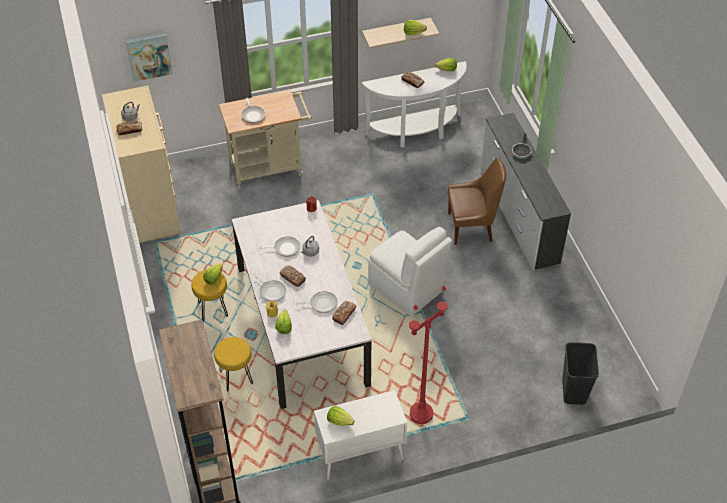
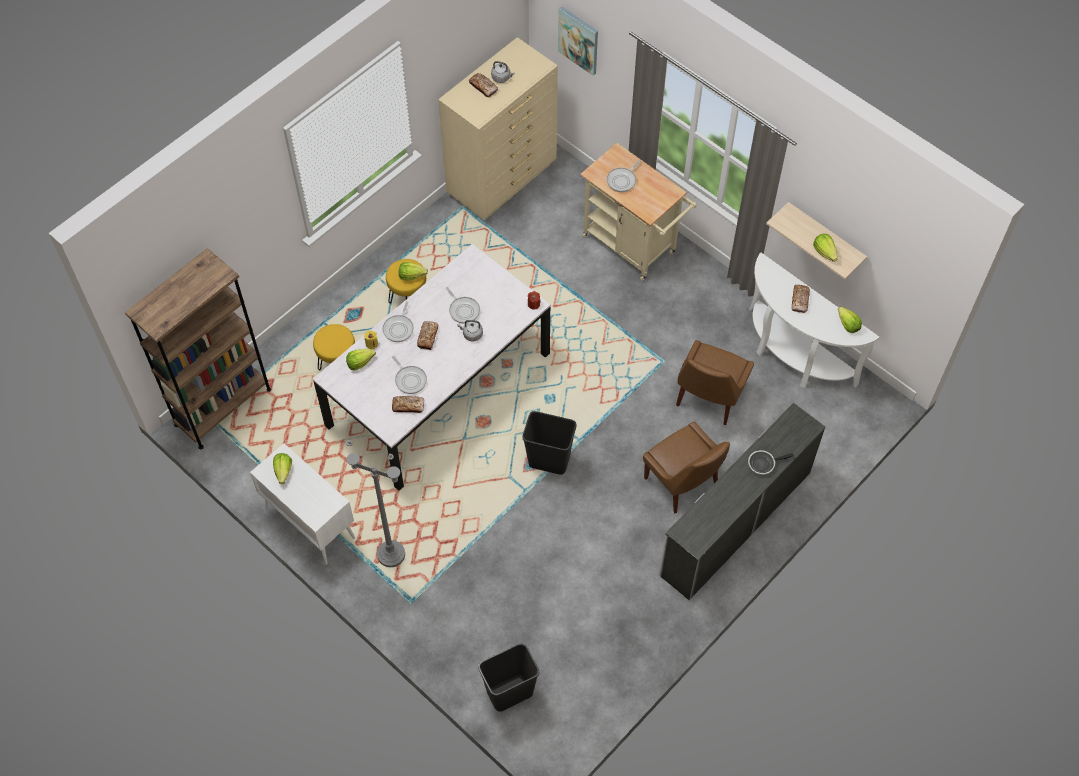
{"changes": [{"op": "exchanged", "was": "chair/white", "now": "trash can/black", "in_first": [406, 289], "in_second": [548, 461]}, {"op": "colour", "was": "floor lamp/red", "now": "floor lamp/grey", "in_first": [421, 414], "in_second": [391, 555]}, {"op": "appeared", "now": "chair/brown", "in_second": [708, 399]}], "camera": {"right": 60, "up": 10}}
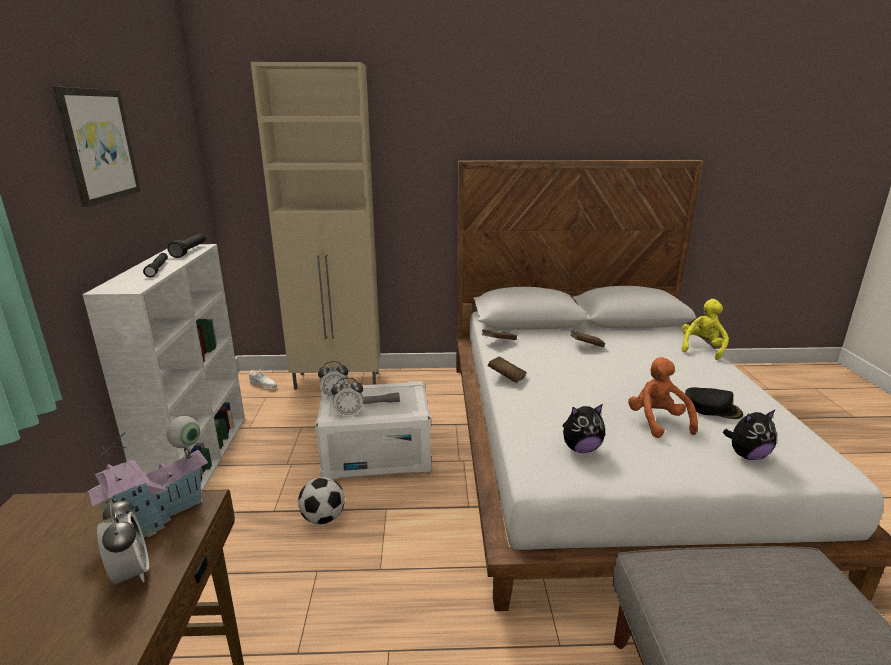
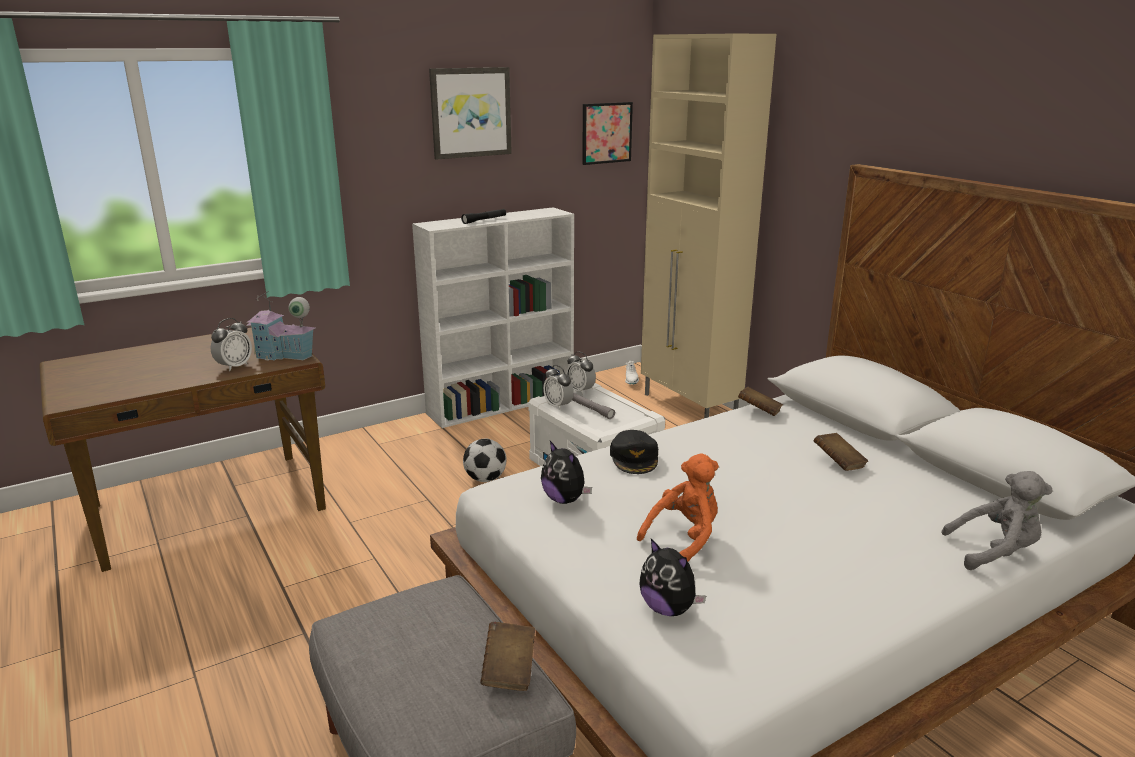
{"changes": [{"op": "missing", "was": "flashlight/black", "in_first": [190, 251]}, {"op": "relocated", "was": "book/brown", "in_first": [506, 378], "in_second": [509, 670]}, {"op": "colour", "was": "plush toy/yellow", "now": "plush toy/grey", "in_first": [702, 348], "in_second": [995, 552]}, {"op": "relocated", "was": "cap/black", "in_first": [712, 408], "in_second": [634, 458]}, {"op": "appeared", "now": "picture", "in_second": [606, 133]}], "camera": {"right": 60, "up": 0}}
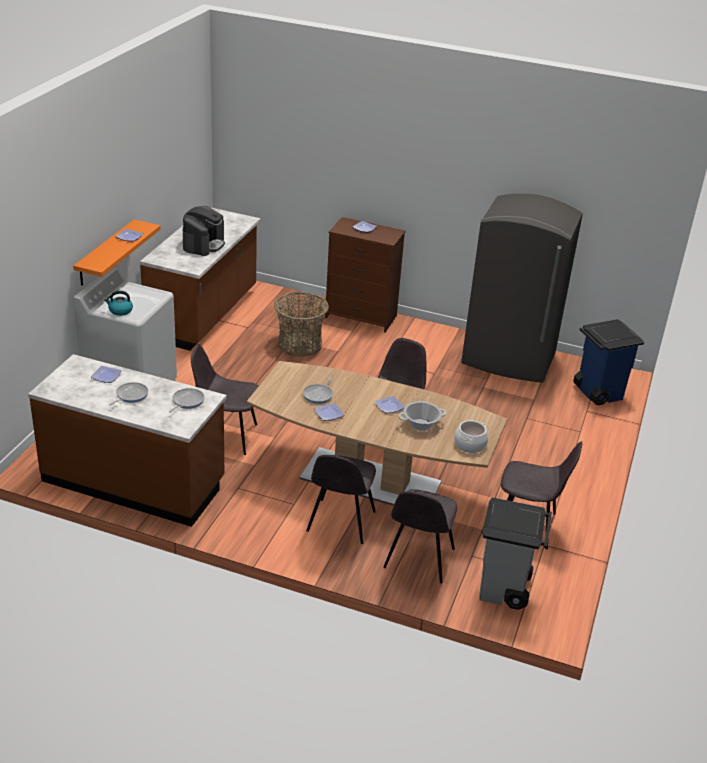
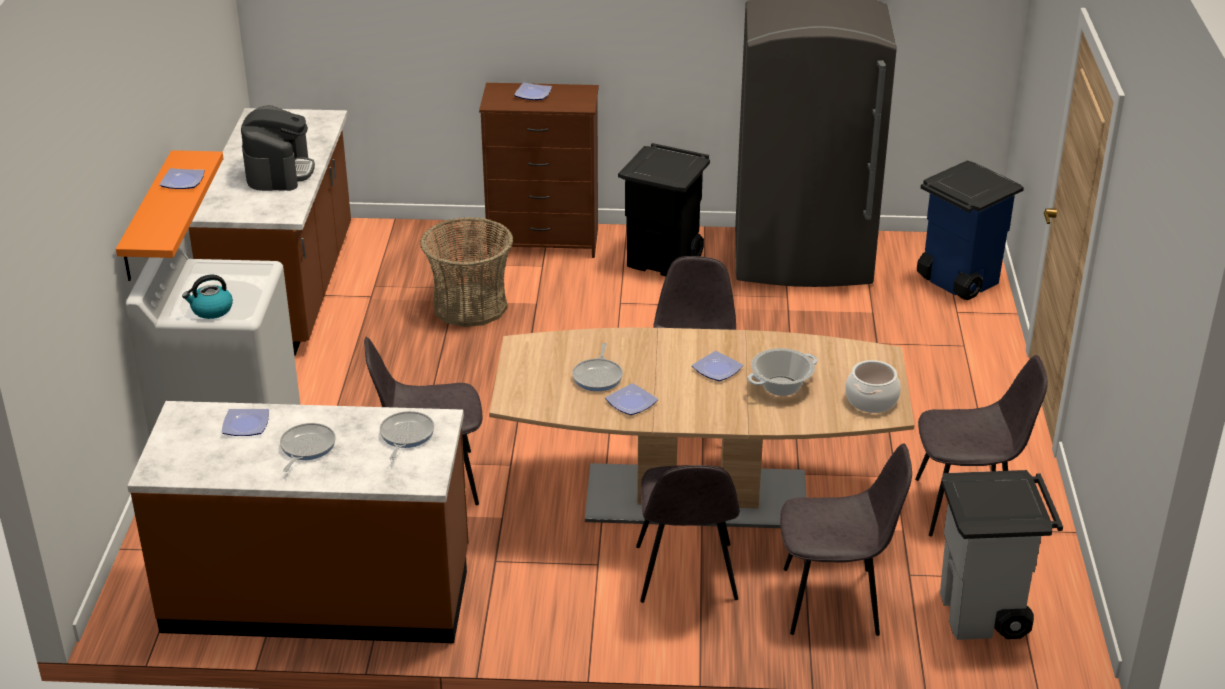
{"changes": [{"op": "spun", "was": "chair/grey", "in_first": [418, 559], "in_second": [834, 602], "clockwise": -90}, {"op": "appeared", "now": "trash can/black", "in_second": [665, 260]}], "camera": {"right": -15, "up": 0}}
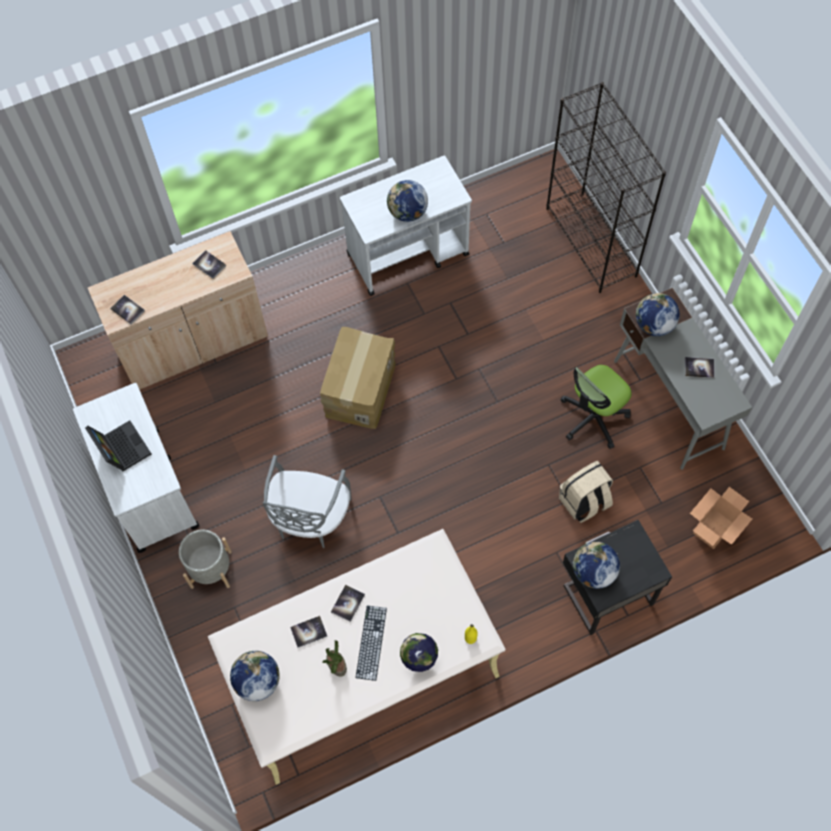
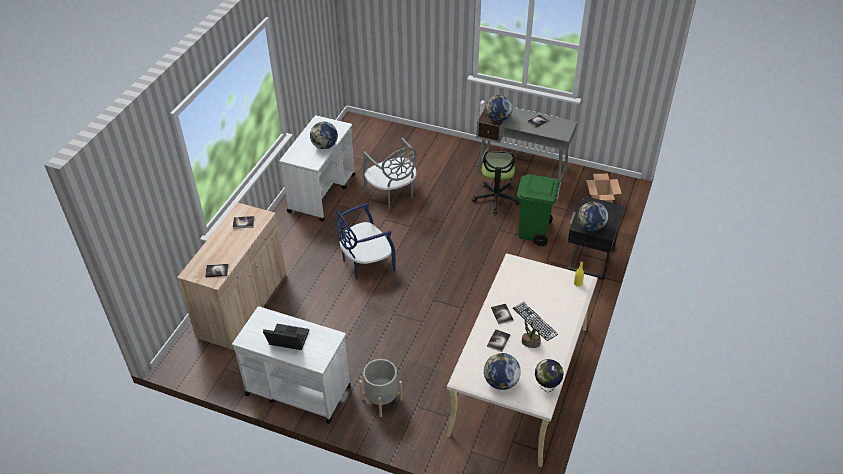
{"changes": [{"op": "relocated", "was": "chair/grey", "in_first": [310, 518], "in_second": [392, 193]}, {"op": "exchanged", "was": "cardboard box", "now": "chair/blue", "in_first": [359, 389], "in_second": [366, 263]}, {"op": "relocated", "was": "globe", "in_first": [419, 659], "in_second": [546, 386]}, {"op": "missing", "was": "bookcase/black", "in_first": [591, 242]}, {"op": "exchanged", "was": "backpack/beige", "now": "trash can/green", "in_first": [584, 502], "in_second": [534, 233]}], "camera": {"right": -45, "up": -20}}
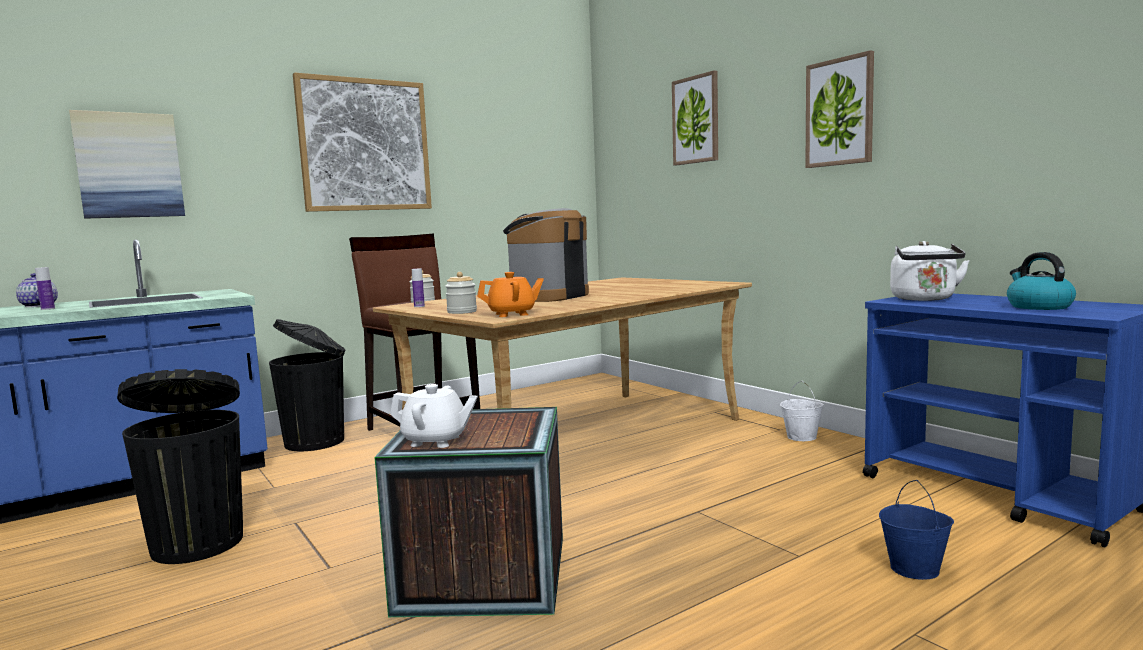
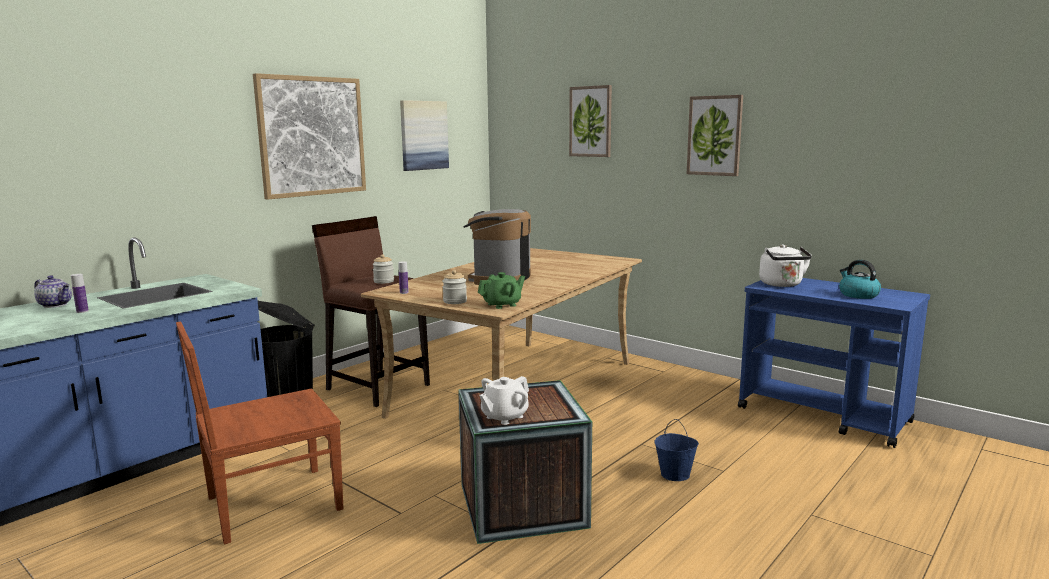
{"changes": [{"op": "relocated", "was": "picture", "in_first": [129, 165], "in_second": [423, 135]}, {"op": "exchanged", "was": "trash can/black", "now": "chair/brown", "in_first": [198, 542], "in_second": [270, 504]}, {"op": "spun", "was": "teapot/white", "in_first": [435, 441], "in_second": [504, 417], "clockwise": 135}, {"op": "colour", "was": "teapot/orange", "now": "teapot/green", "in_first": [512, 314], "in_second": [502, 305]}, {"op": "missing", "was": "bucket/white", "in_first": [802, 437]}, {"op": "relocated", "was": "bucket/blue", "in_first": [914, 569], "in_second": [675, 474]}], "camera": {"right": -15, "up": 5}}
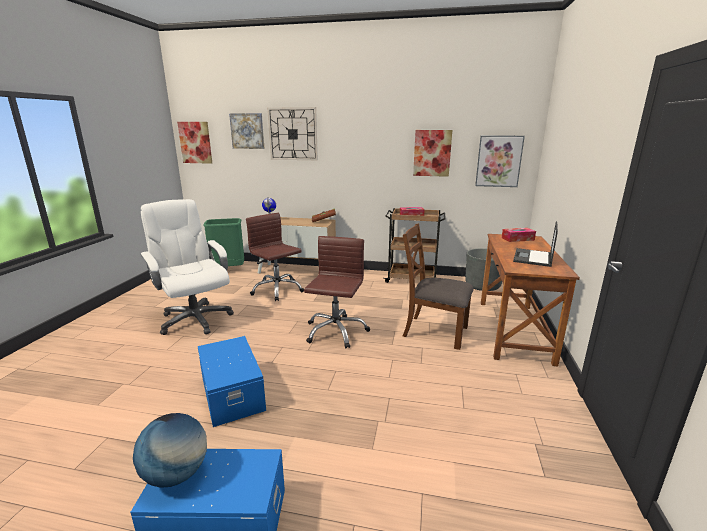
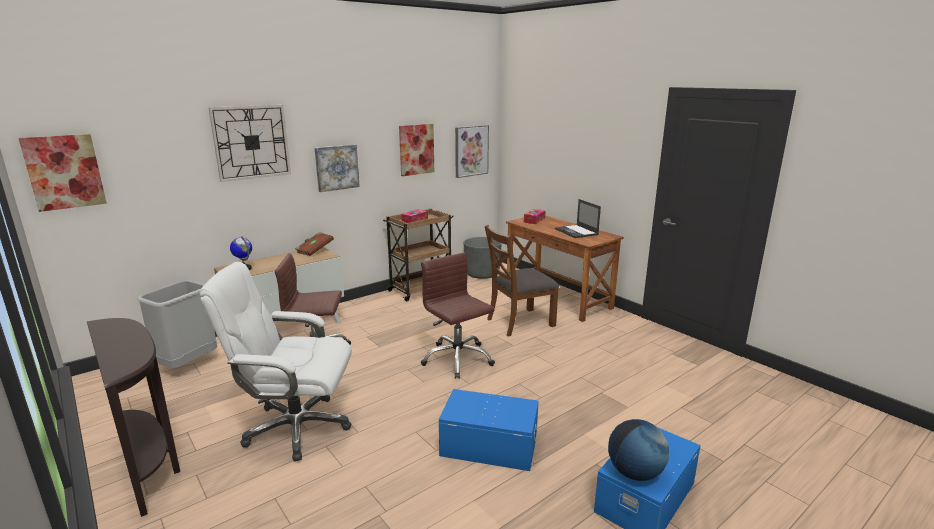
{"changes": [{"op": "colour", "was": "trash can/green", "now": "trash can/grey", "in_first": [228, 269], "in_second": [187, 364]}, {"op": "relocated", "was": "picture", "in_first": [247, 131], "in_second": [336, 167]}, {"op": "appeared", "now": "console table/brown", "in_second": [150, 464]}], "camera": {"right": -50, "up": 0}}
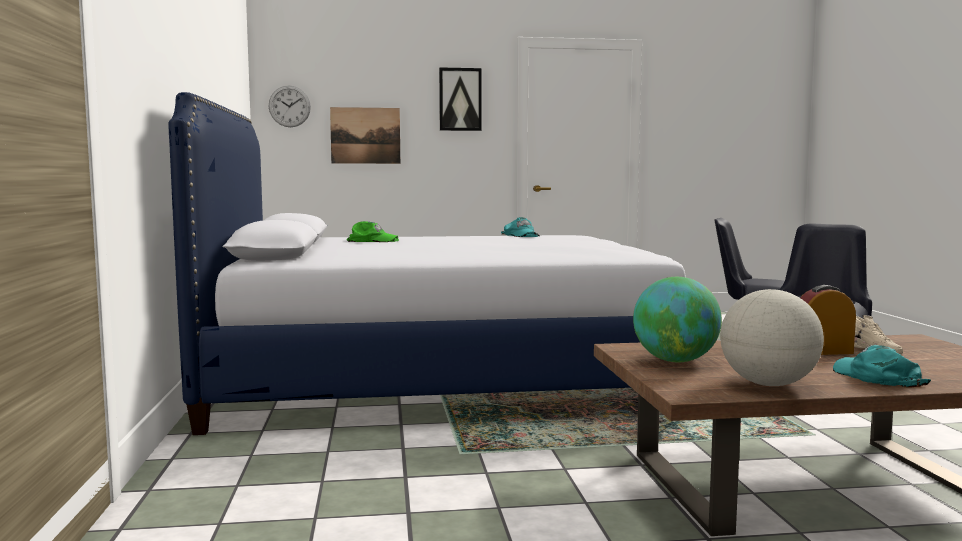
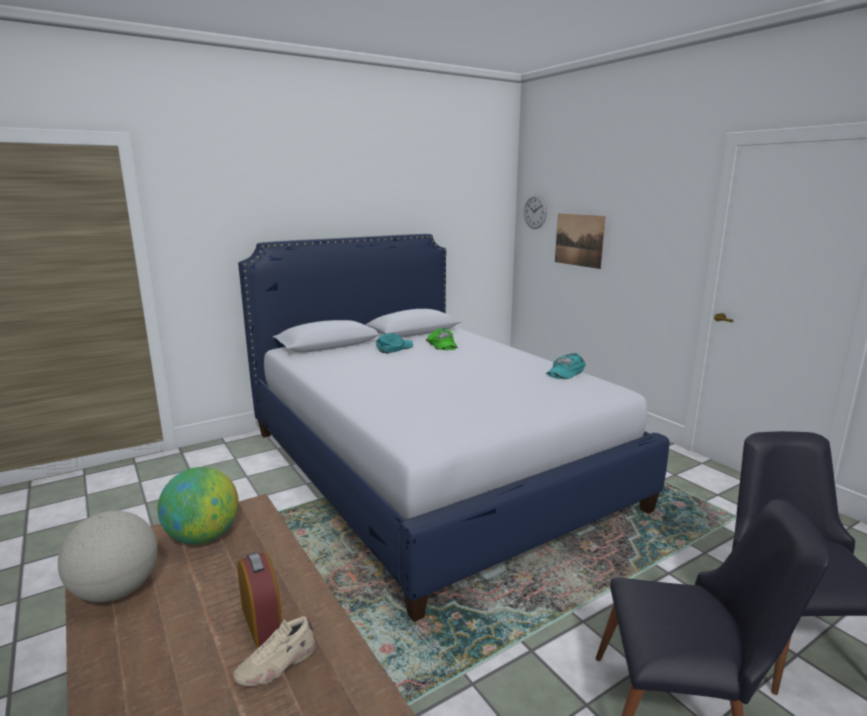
{"changes": [{"op": "missing", "was": "picture", "in_first": [460, 99]}, {"op": "relocated", "was": "cap/turquoise", "in_first": [876, 377], "in_second": [394, 348]}], "camera": {"right": 65, "up": 10}}
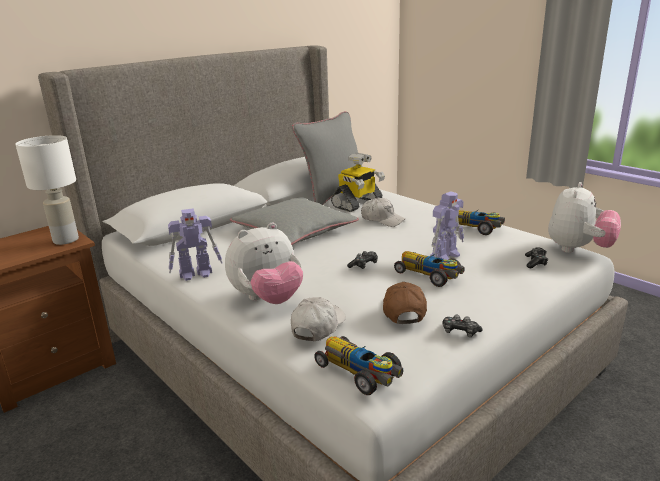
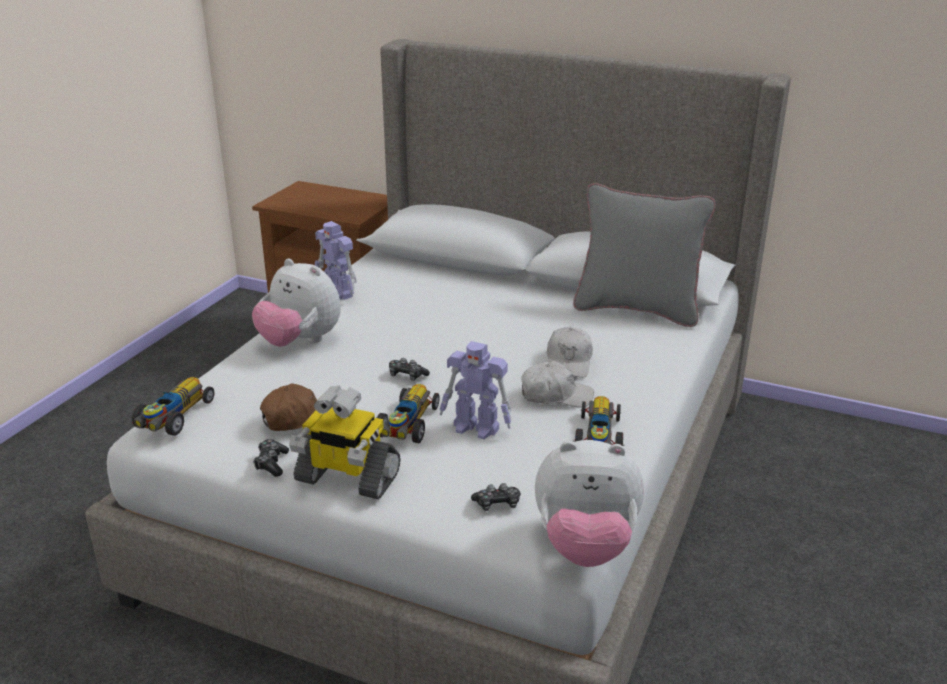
{"changes": [{"op": "missing", "was": "table lamp/white", "in_first": [66, 240]}, {"op": "missing", "was": "pillow/grey", "in_first": [294, 230]}, {"op": "relocated", "was": "cap/white", "in_first": [317, 326], "in_second": [555, 395]}, {"op": "relocated", "was": "toy robot", "in_first": [357, 204], "in_second": [346, 478]}], "camera": {"right": 65, "up": 5}}
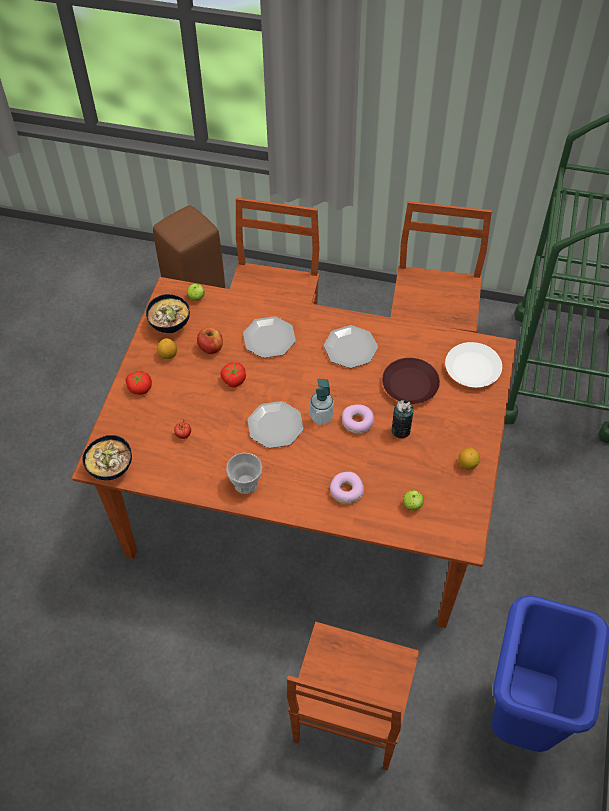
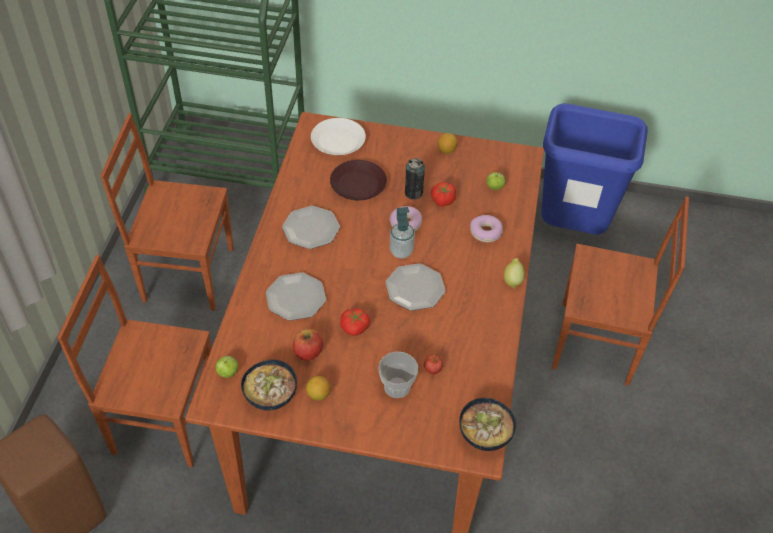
{"changes": [{"op": "relocated", "was": "tomato", "in_first": [140, 387], "in_second": [442, 200]}, {"op": "relocated", "was": "cup", "in_first": [246, 483], "in_second": [397, 387]}, {"op": "appeared", "now": "lemon", "in_second": [512, 280]}], "camera": {"right": -95, "up": -5}}
